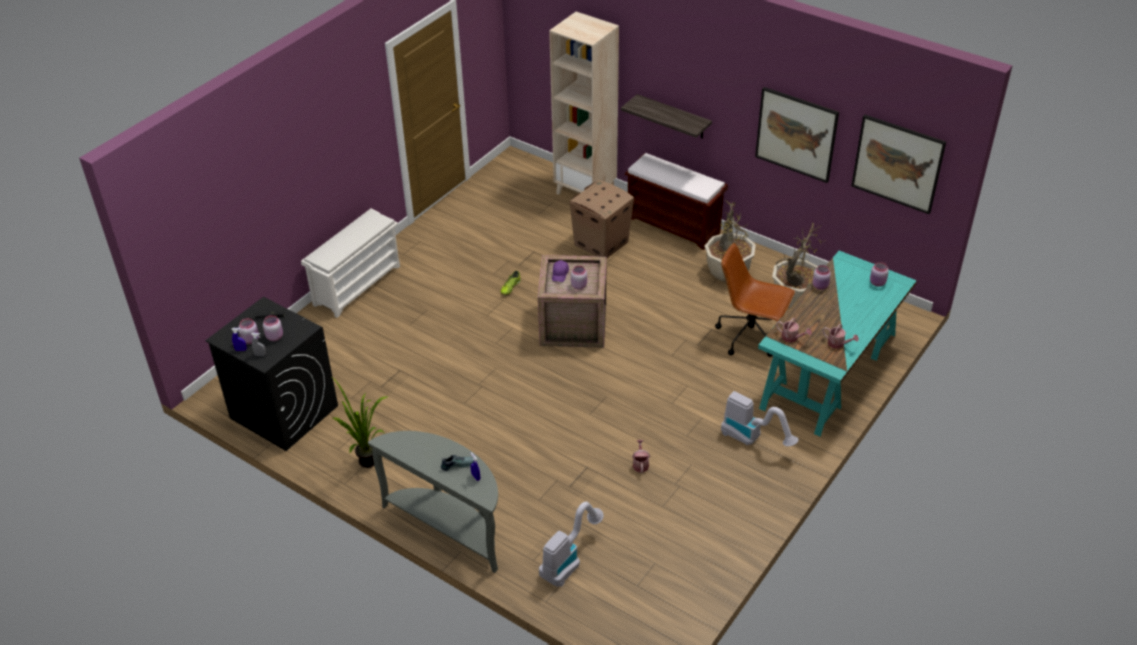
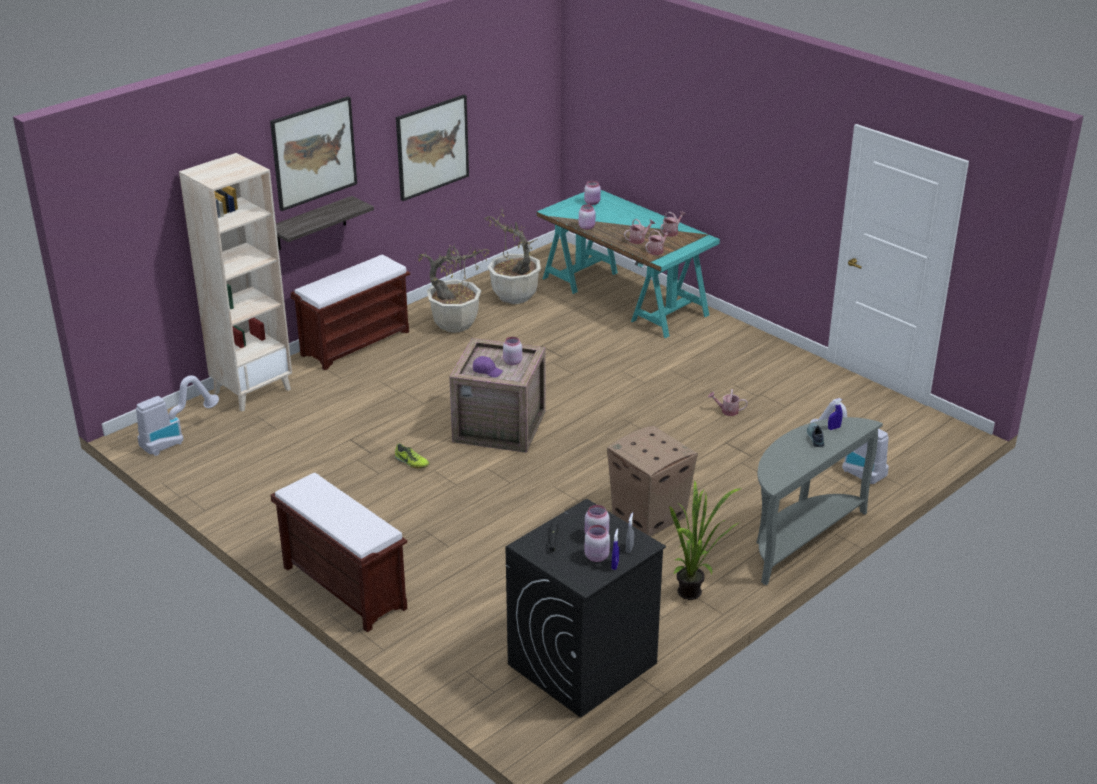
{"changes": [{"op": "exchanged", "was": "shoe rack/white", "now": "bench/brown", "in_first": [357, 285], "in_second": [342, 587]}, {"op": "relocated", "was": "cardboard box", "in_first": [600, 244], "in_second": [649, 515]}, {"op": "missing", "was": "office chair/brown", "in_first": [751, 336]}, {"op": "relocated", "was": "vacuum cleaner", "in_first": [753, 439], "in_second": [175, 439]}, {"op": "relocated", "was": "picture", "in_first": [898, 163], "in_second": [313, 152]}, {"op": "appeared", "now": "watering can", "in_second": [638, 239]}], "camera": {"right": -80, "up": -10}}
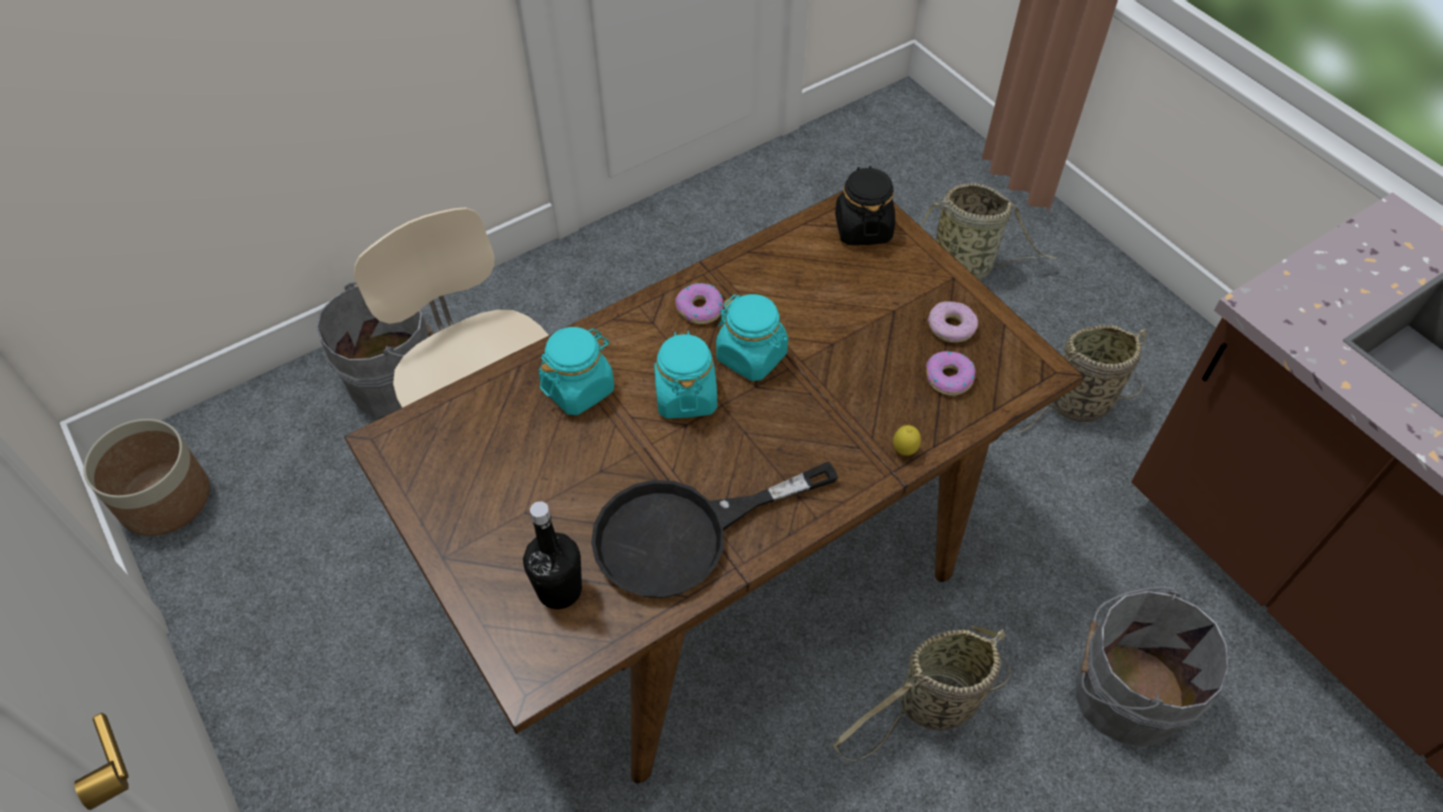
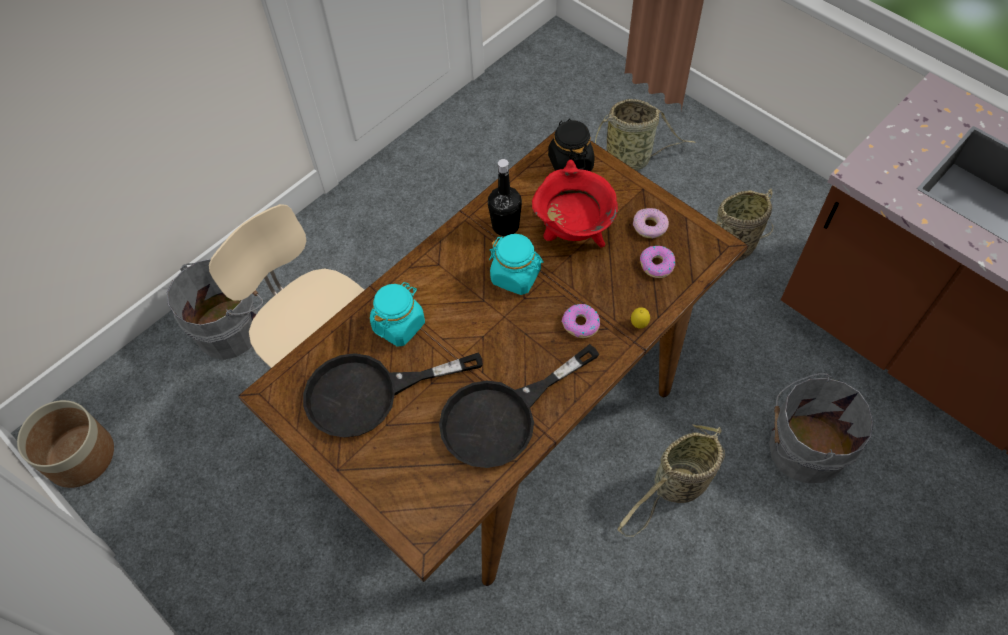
{"changes": [{"op": "relocated", "was": "bottle/black", "in_first": [559, 590], "in_second": [505, 226]}, {"op": "missing", "was": "jar/turquoise", "in_first": [685, 396]}, {"op": "relocated", "was": "donut", "in_first": [699, 308], "in_second": [580, 324]}, {"op": "appeared", "now": "frying pan/black", "in_second": [369, 394]}, {"op": "appeared", "now": "cooking pot/red", "in_second": [573, 234]}], "camera": {"right": -10, "up": 5}}
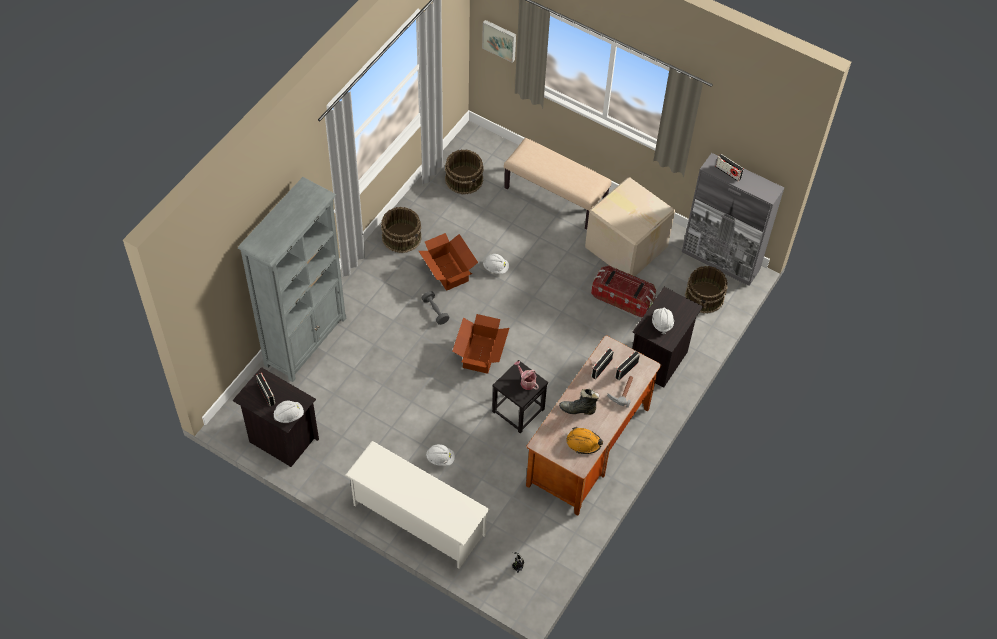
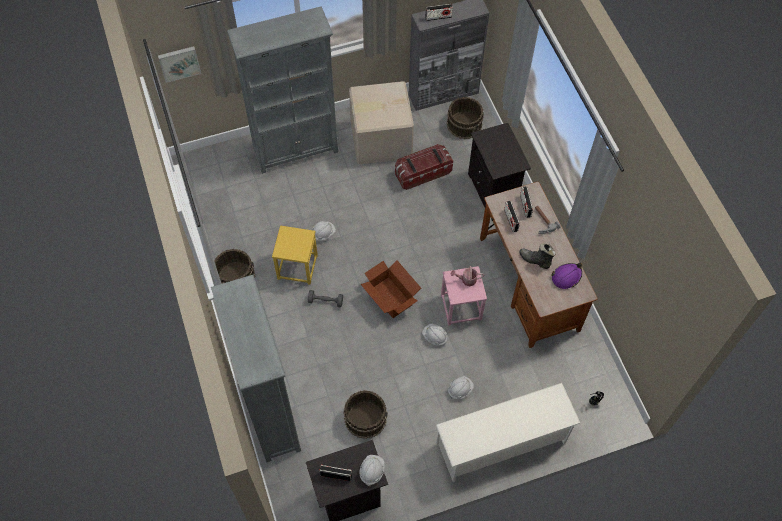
{"changes": [{"op": "exchanged", "was": "cardboard box", "now": "stool/yellow", "in_first": [448, 271], "in_second": [297, 267]}, {"op": "relocated", "was": "bucket/brown", "in_first": [464, 179], "in_second": [365, 418]}, {"op": "colour", "was": "stool/black", "now": "stool/pink", "in_first": [518, 410], "in_second": [460, 307]}, {"op": "exchanged", "was": "bench/beige", "now": "bookcase/grey", "in_first": [555, 197], "in_second": [296, 150]}, {"op": "spun", "was": "boot/black", "in_first": [578, 409], "in_second": [535, 260], "clockwise": 75}, {"op": "colour", "was": "hard hat/orange", "now": "hard hat/purple", "in_first": [583, 442], "in_second": [566, 277]}, {"op": "relocated", "was": "hard hat/white", "in_first": [662, 323], "in_second": [434, 337]}], "camera": {"right": -50, "up": 5}}
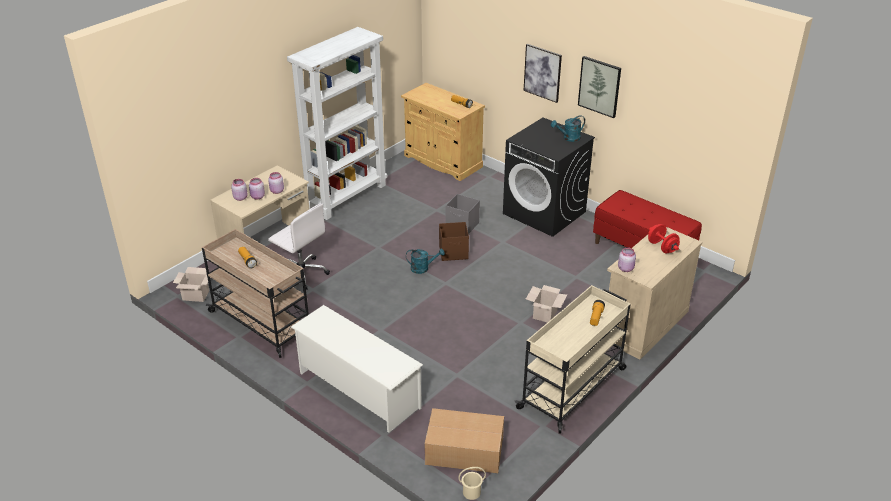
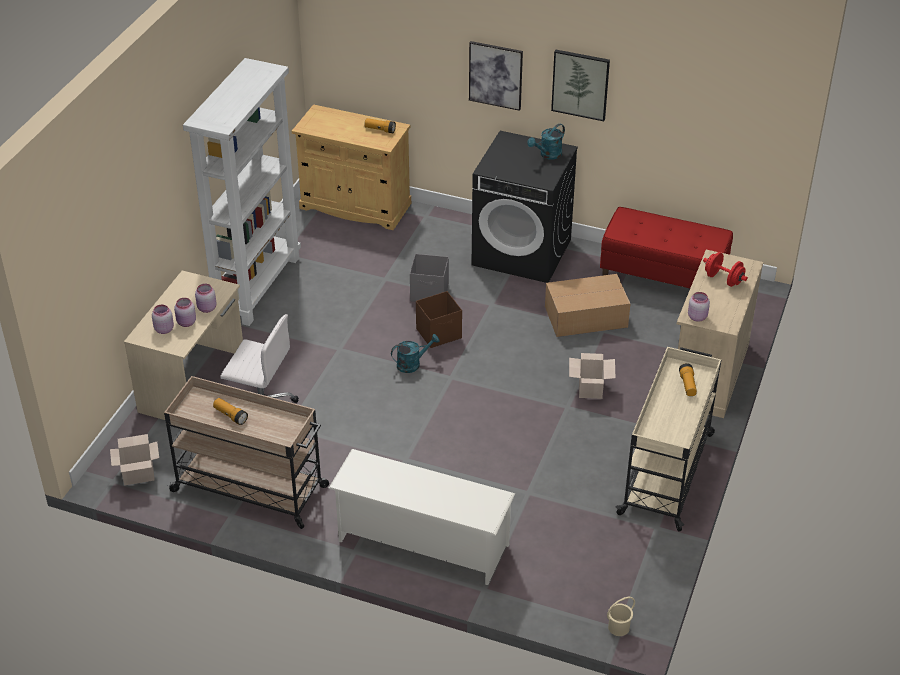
{"changes": [{"op": "relocated", "was": "cardboard box", "in_first": [463, 450], "in_second": [584, 316]}], "camera": {"right": -20, "up": 5}}
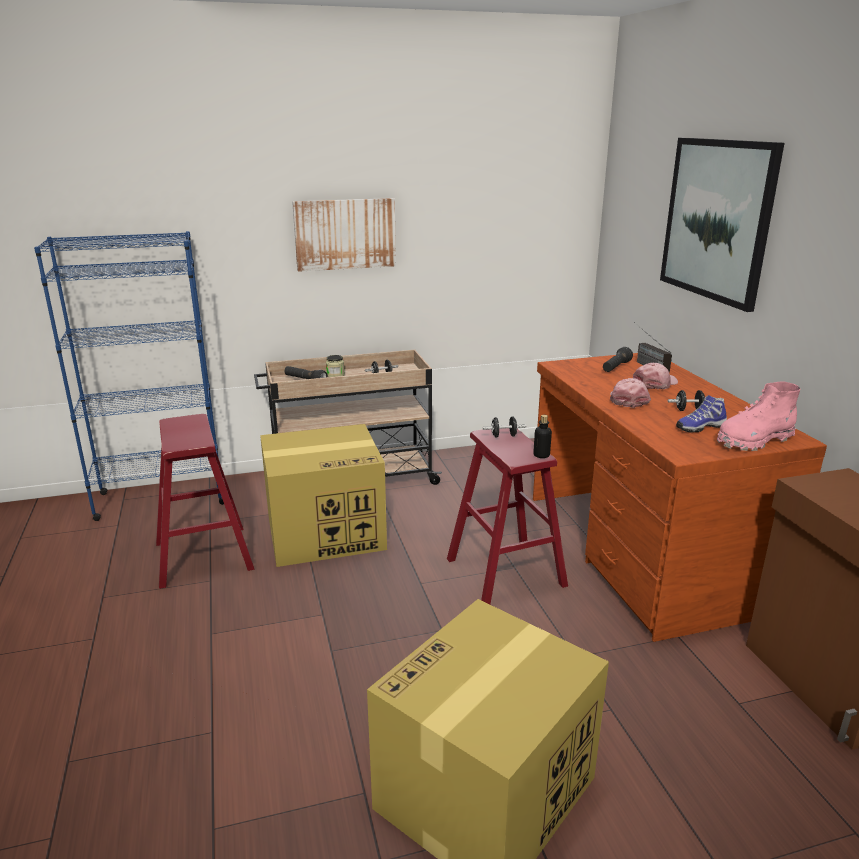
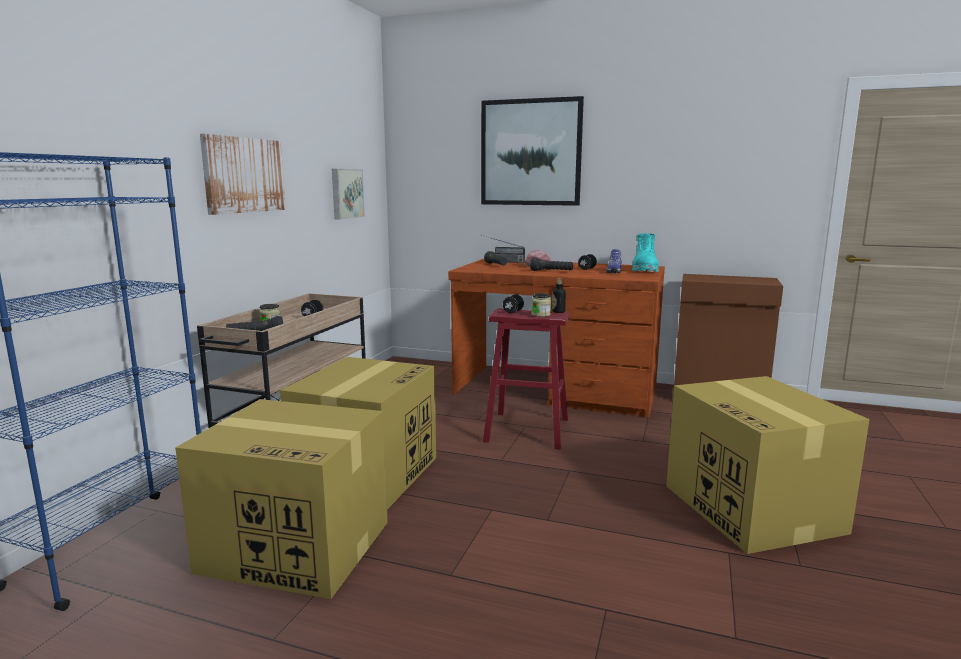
{"changes": [{"op": "exchanged", "was": "stool/red", "now": "cardboard box", "in_first": [204, 556], "in_second": [298, 546]}, {"op": "exchanged", "was": "cap/pink", "now": "flashlight/black", "in_first": [628, 399], "in_second": [551, 271]}, {"op": "colour", "was": "boot/pink", "now": "boot/turquoise", "in_first": [753, 440], "in_second": [644, 270]}, {"op": "appeared", "now": "picture", "in_second": [346, 193]}, {"op": "appeared", "now": "jar", "in_second": [540, 314]}], "camera": {"right": -55, "up": -10}}
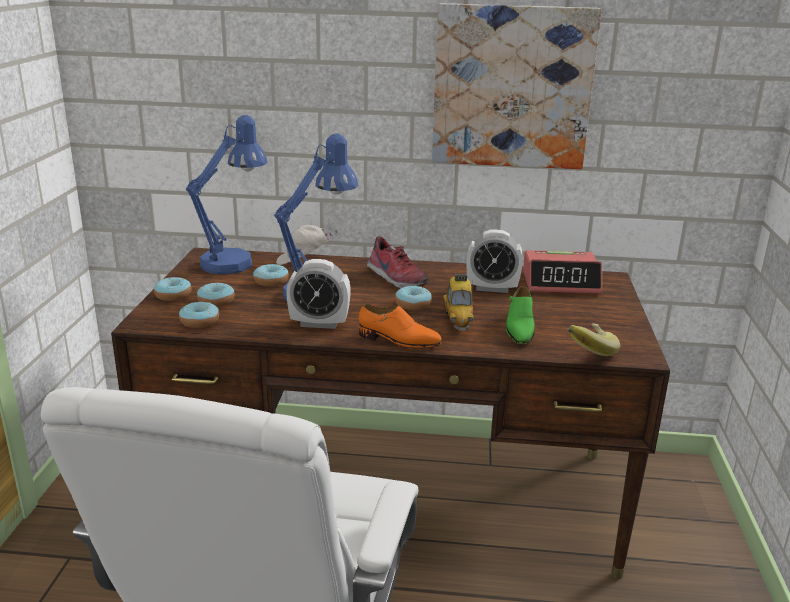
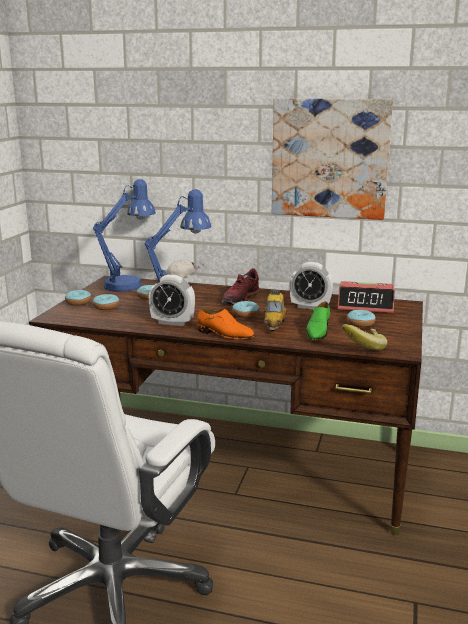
{"changes": [{"op": "relocated", "was": "donut", "in_first": [200, 322], "in_second": [360, 323]}, {"op": "spun", "was": "shoe", "in_first": [395, 278], "in_second": [240, 298], "clockwise": 60}], "camera": {"right": 10, "up": -5}}
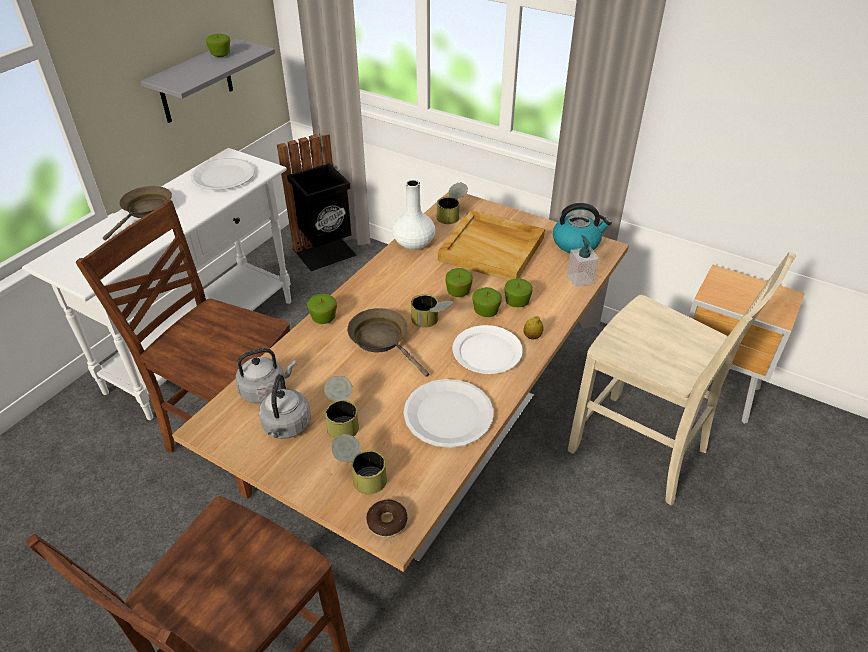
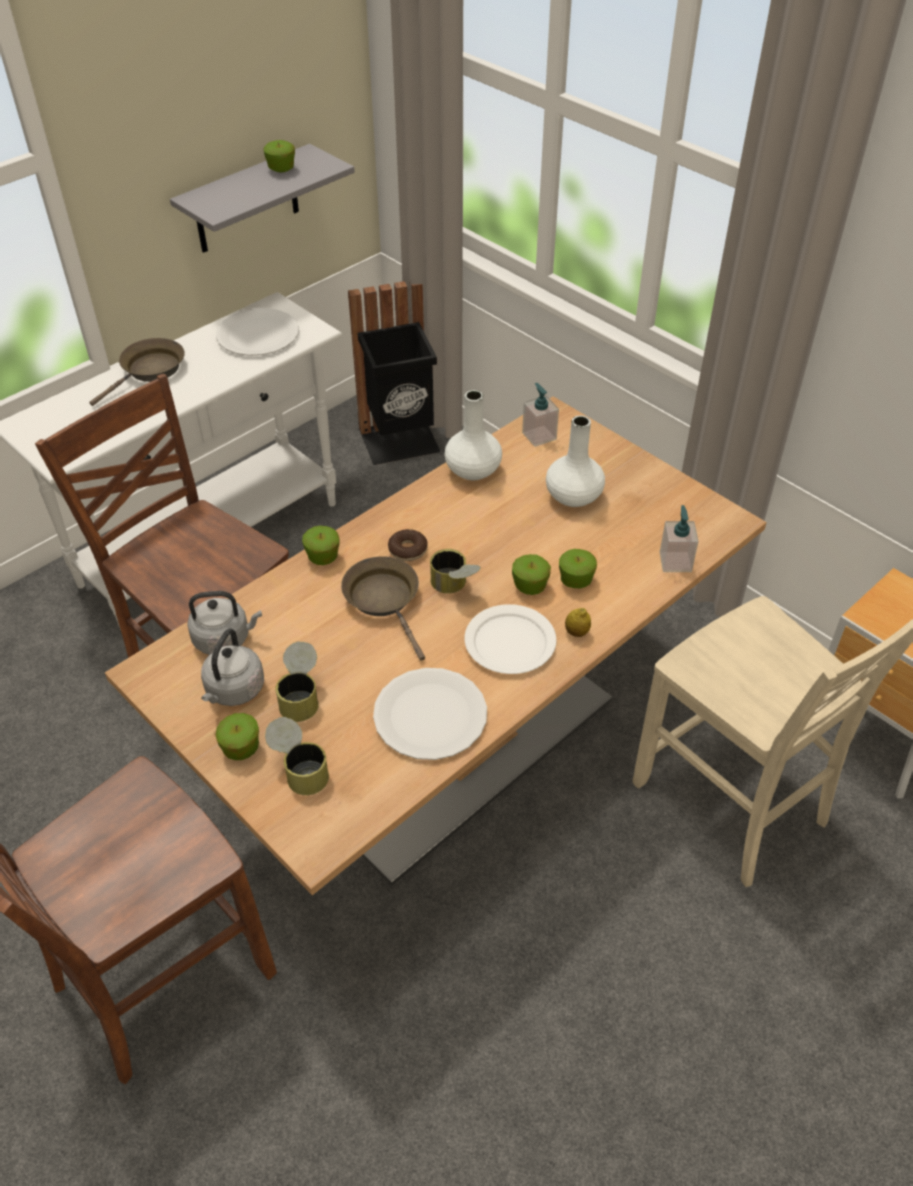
{"changes": [{"op": "relocated", "was": "donut", "in_first": [387, 522], "in_second": [407, 550]}, {"op": "exchanged", "was": "can", "now": "soap dispenser", "in_first": [452, 214], "in_second": [539, 436]}, {"op": "exchanged", "was": "tray/beige", "now": "vase/white", "in_first": [492, 249], "in_second": [574, 496]}, {"op": "relocated", "was": "apple", "in_first": [458, 292], "in_second": [241, 748]}, {"op": "missing", "was": "kettle", "in_first": [576, 243]}], "camera": {"right": 15, "up": 5}}
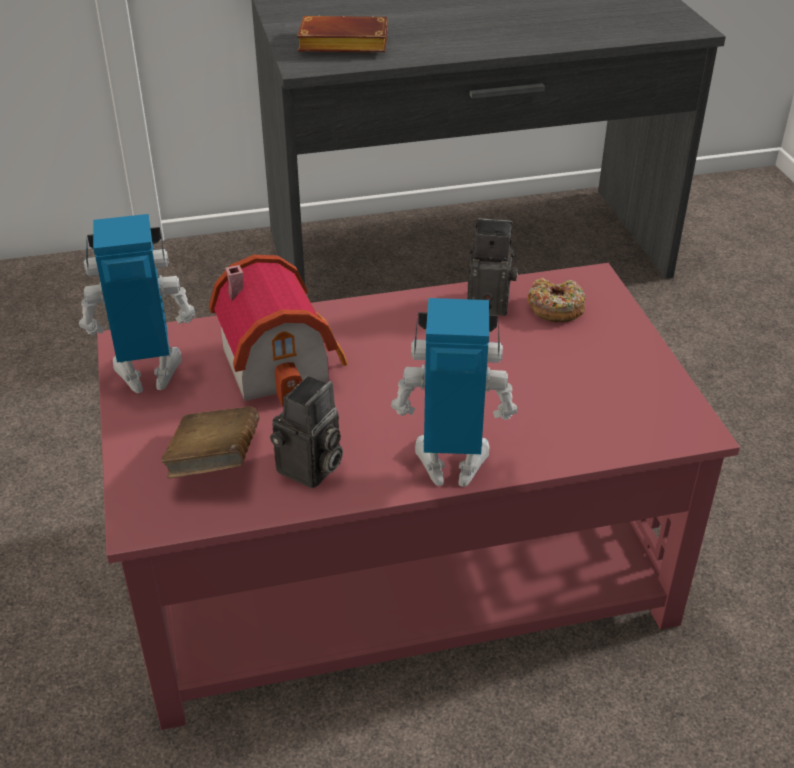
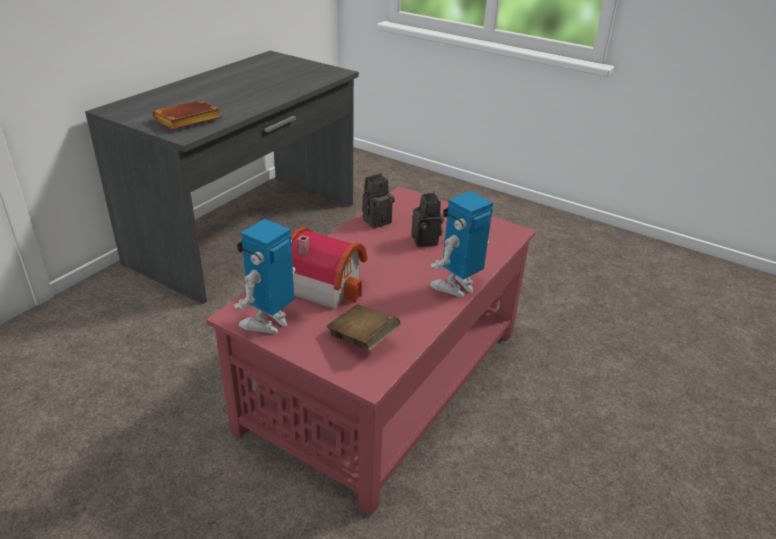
{"changes": [{"op": "relocated", "was": "photo camera", "in_first": [310, 470], "in_second": [427, 241]}, {"op": "missing", "was": "donut", "in_first": [555, 308]}], "camera": {"right": -45, "up": -5}}
